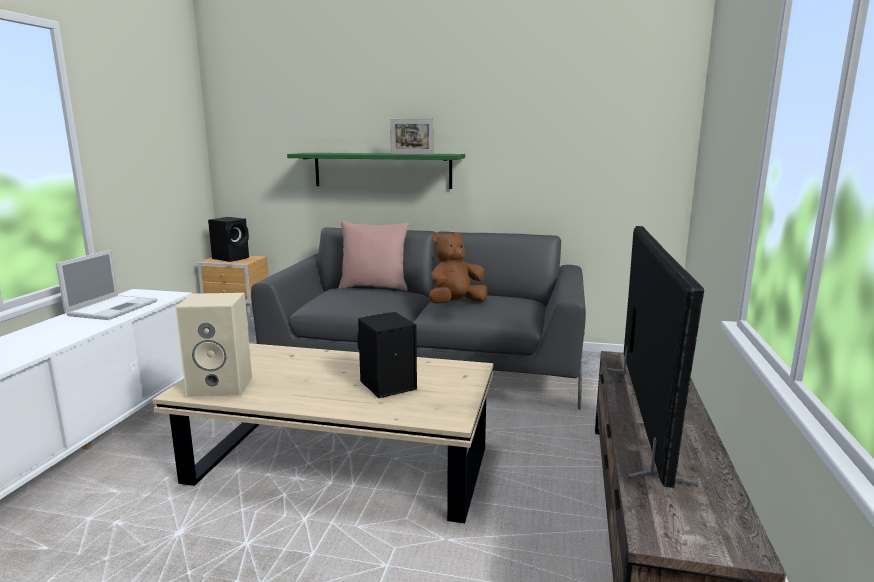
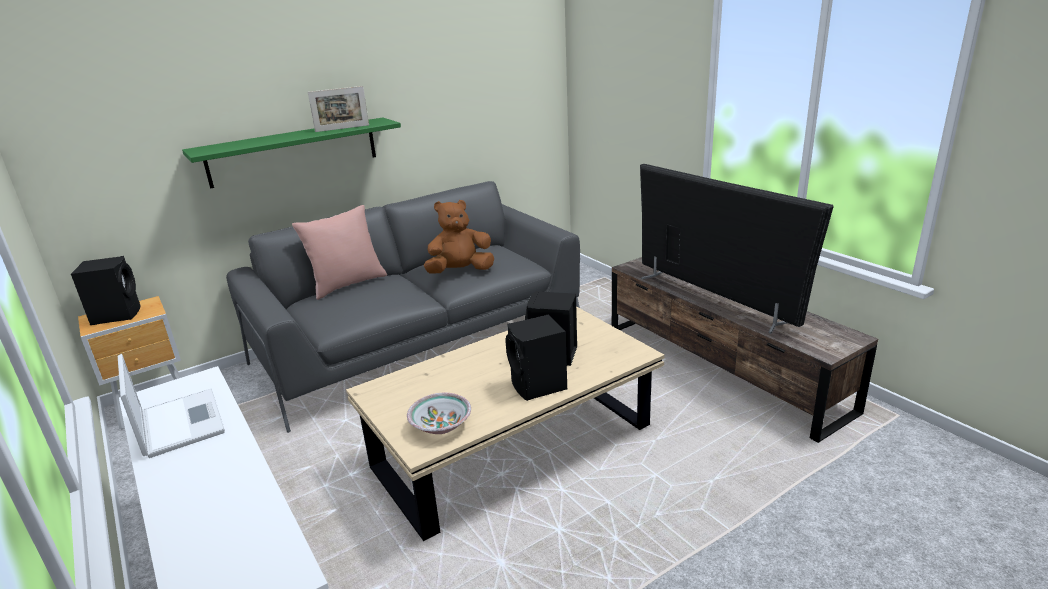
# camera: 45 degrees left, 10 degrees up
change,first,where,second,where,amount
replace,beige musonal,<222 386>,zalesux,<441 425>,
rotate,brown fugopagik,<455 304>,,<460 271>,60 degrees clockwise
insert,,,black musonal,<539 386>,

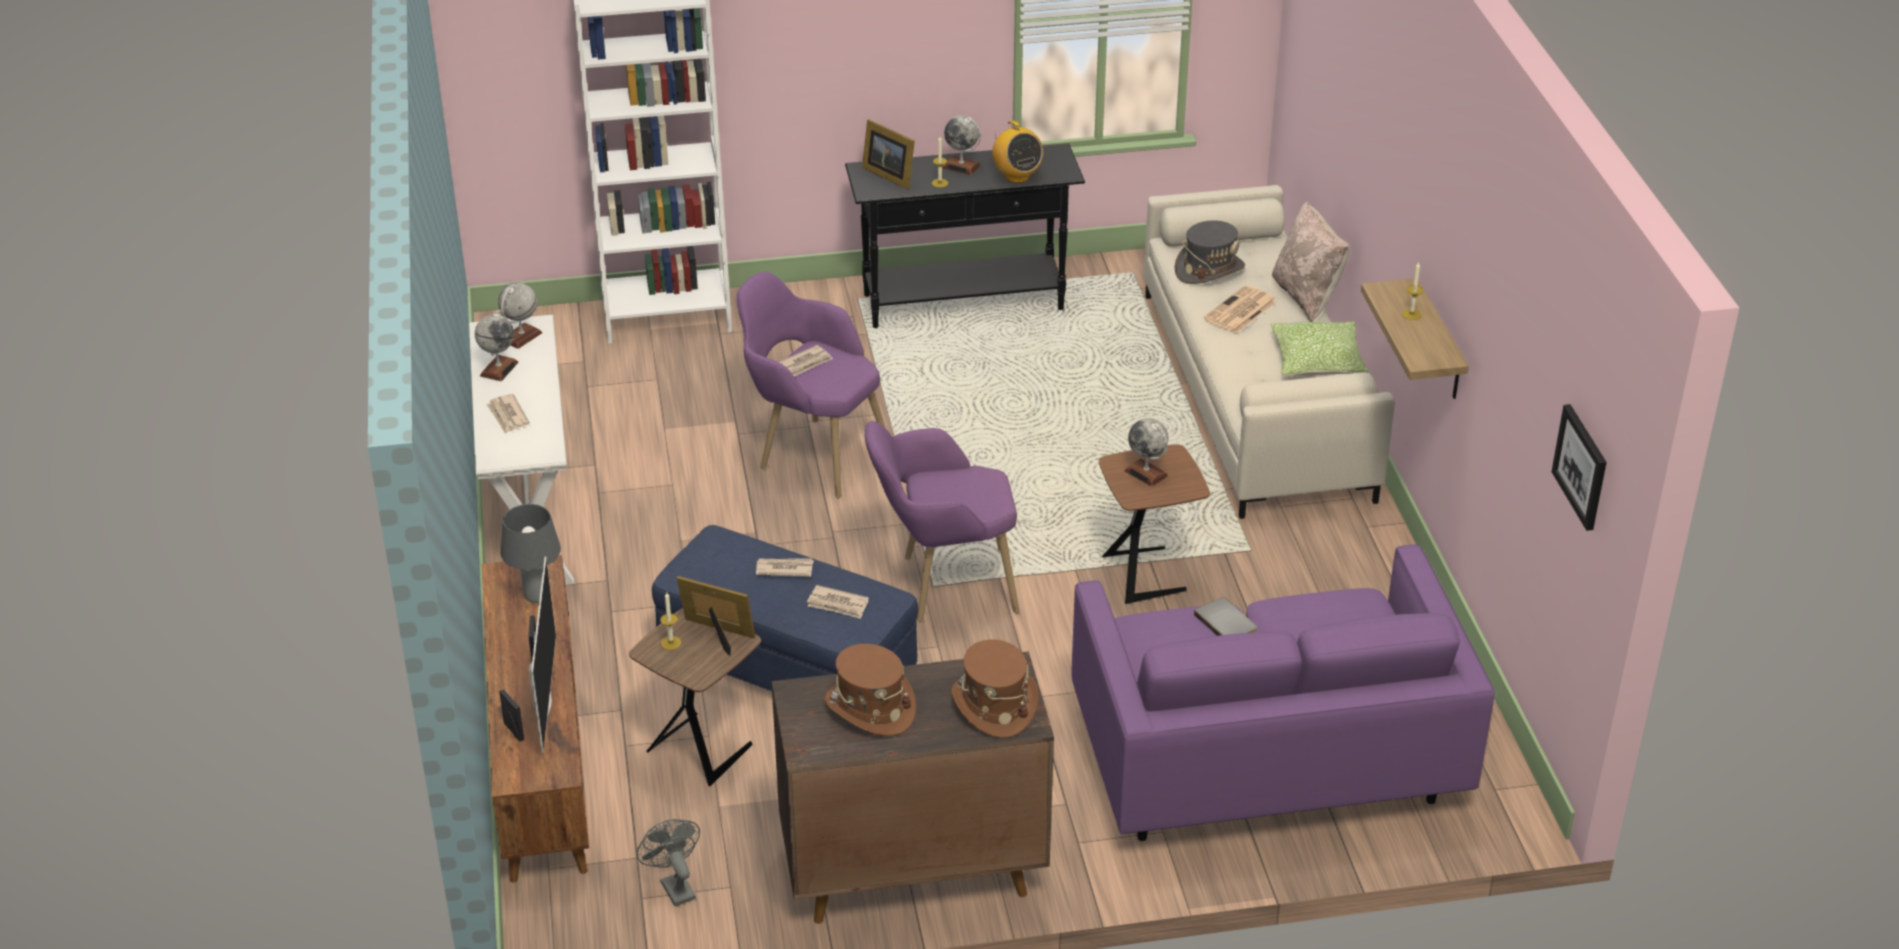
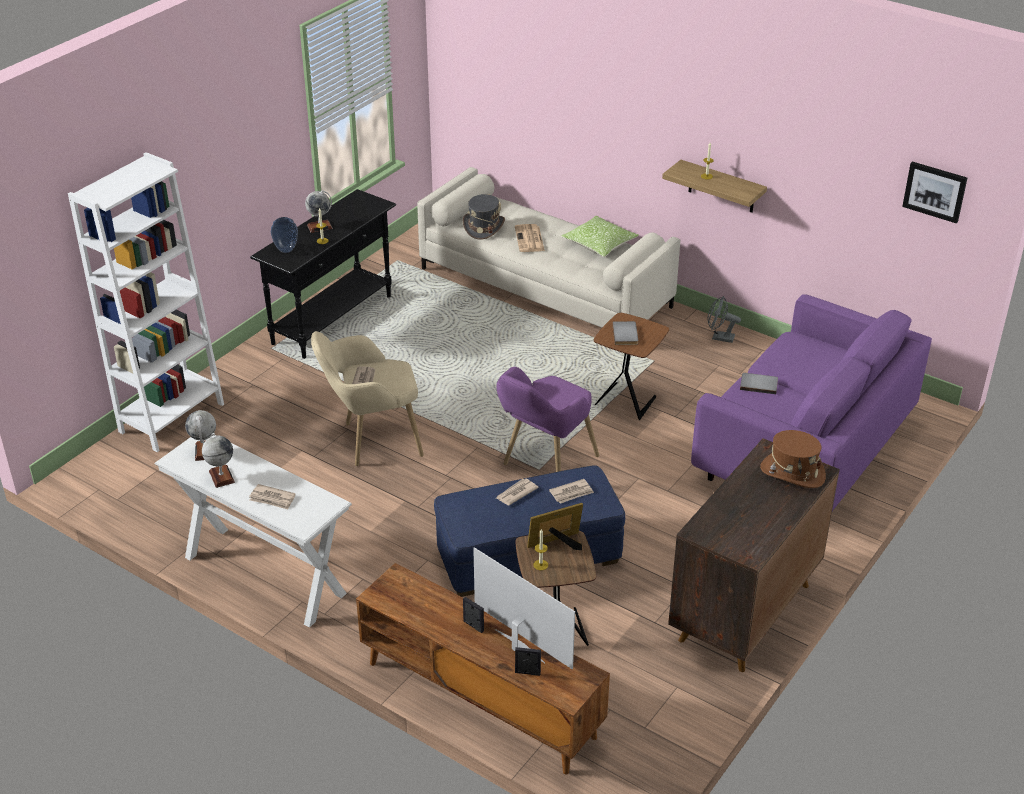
# camera: 45 degrees left, 0 degrees up
change,first,where,second,where,amount
replace,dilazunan,<889 174>,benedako,<286 250>,
recolor,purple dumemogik,<812 453>,beige dumemogik,<371 442>,
replace,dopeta,<1146 473>,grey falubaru,<626 334>,
move,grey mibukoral,<674 886>,,<719 337>,
delete,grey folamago,<536 596>,,,
delete,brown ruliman,<870 708>,,,
delete,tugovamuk,<1016 176>,,,
delete,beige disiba,<1307 296>,,,

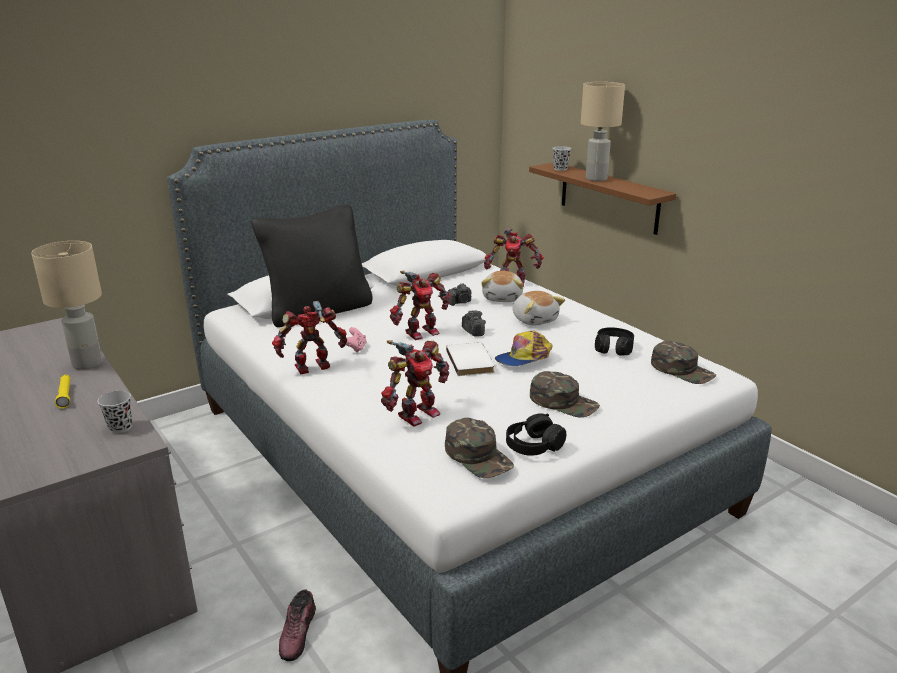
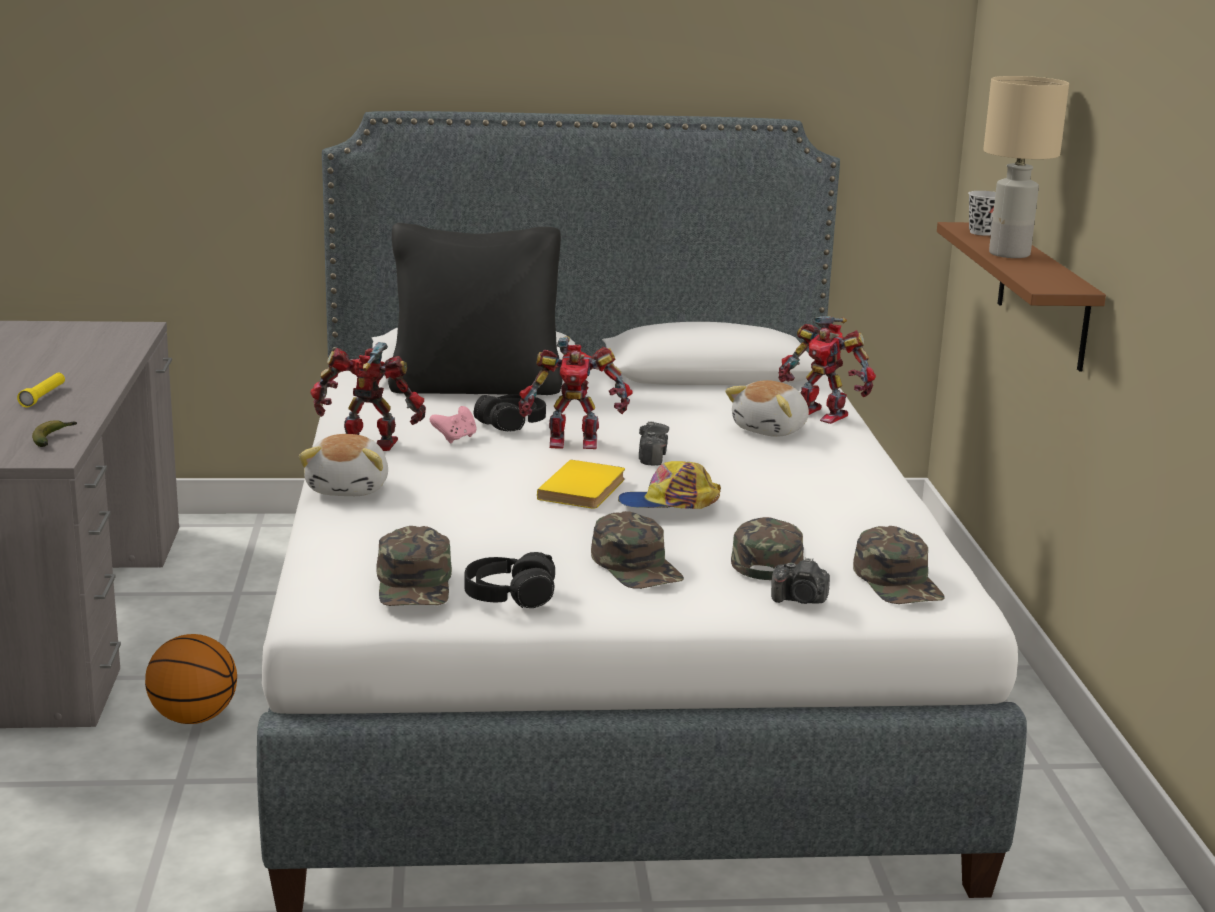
# camera: 30 degrees right, 5 degrees down
change,first,where,second,where,amount
replace,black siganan,<120 427>,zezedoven,<53 438>,
insert,,,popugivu,<194 718>,
move,fugopagik,<535 320>,,<349 488>,
move,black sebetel,<613 348>,,<511 424>,
recolor,white falubaru,<472 361>,yellow falubaru,<585 489>,
insert,,,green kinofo,<767 558>,
move,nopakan,<460 302>,,<800 600>,
delete,beige folamago,<88 363>,,,
delete,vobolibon,<298 633>,,,
delete,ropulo,<416 414>,,,

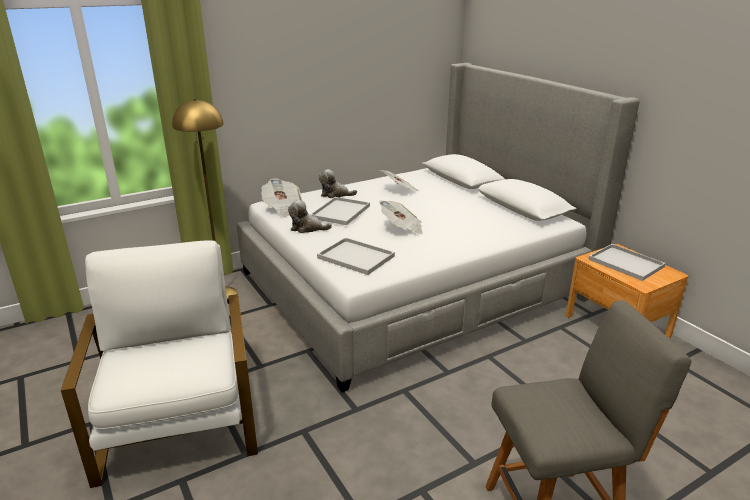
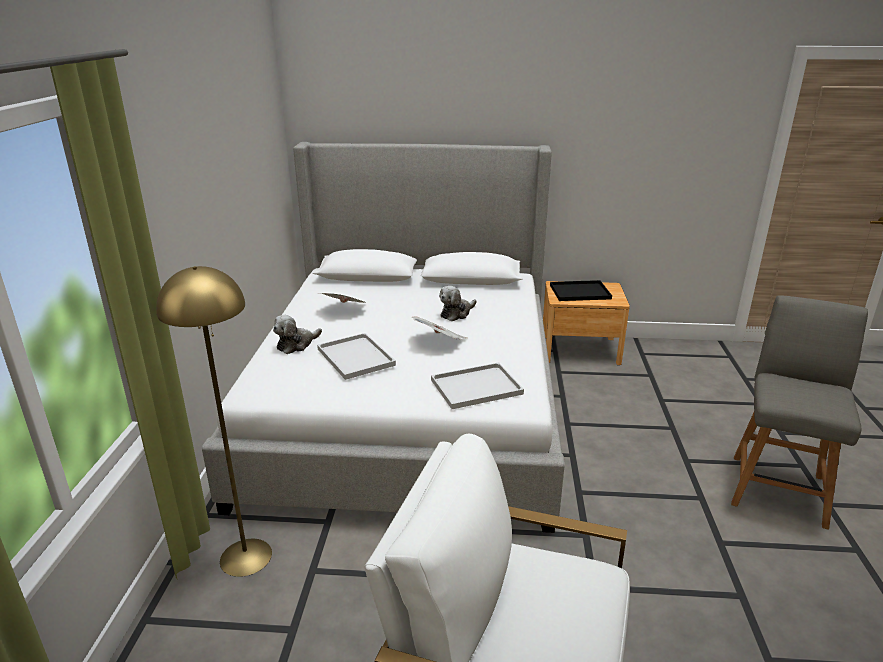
# camera: 55 degrees left, 0 degrees up
change,first,where,second,where,amount
move,fugopagik,<307 228>,,<456 313>,
recolor,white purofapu,<624 263>,black purofapu,<579 292>,
delete,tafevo,<283 208>,,,

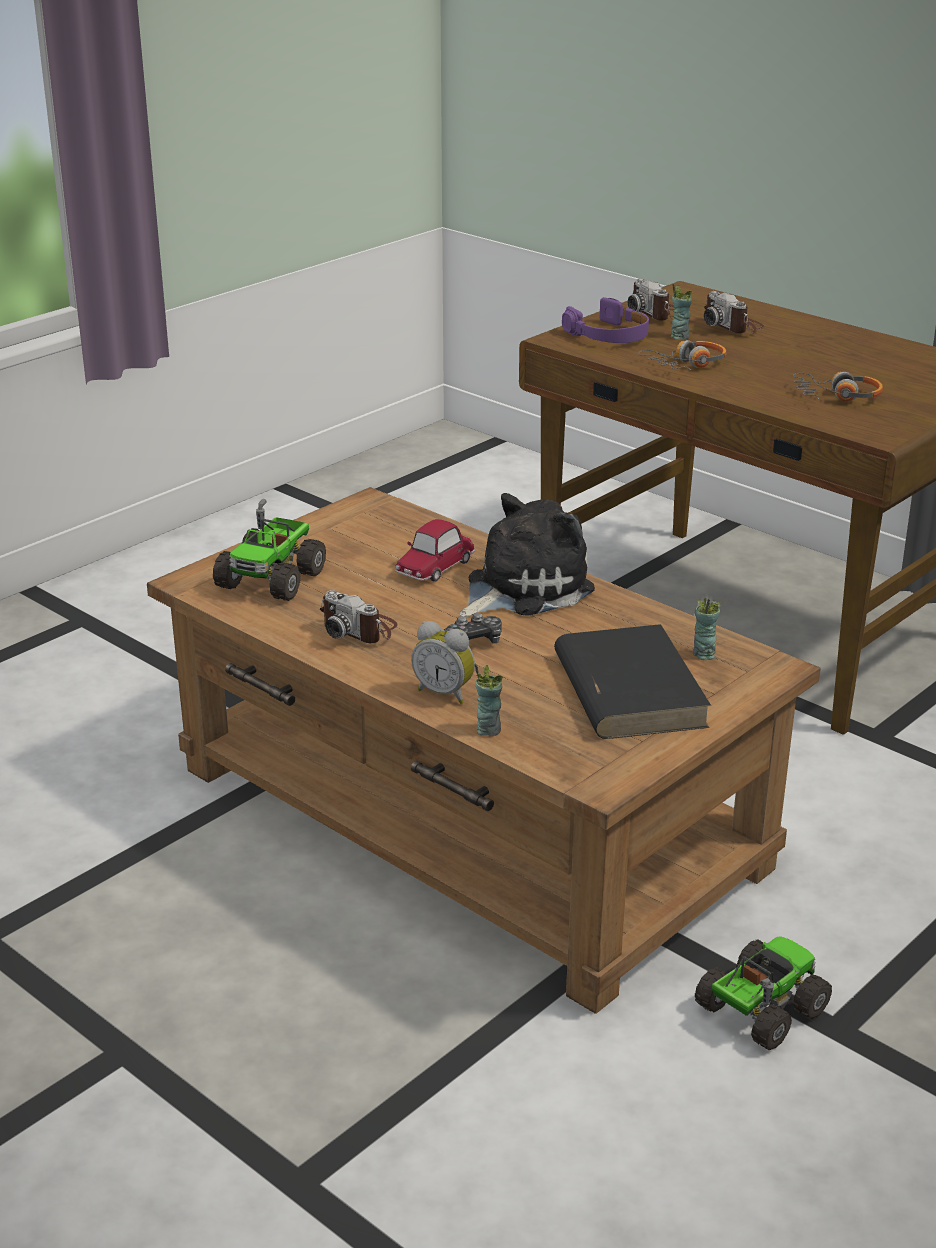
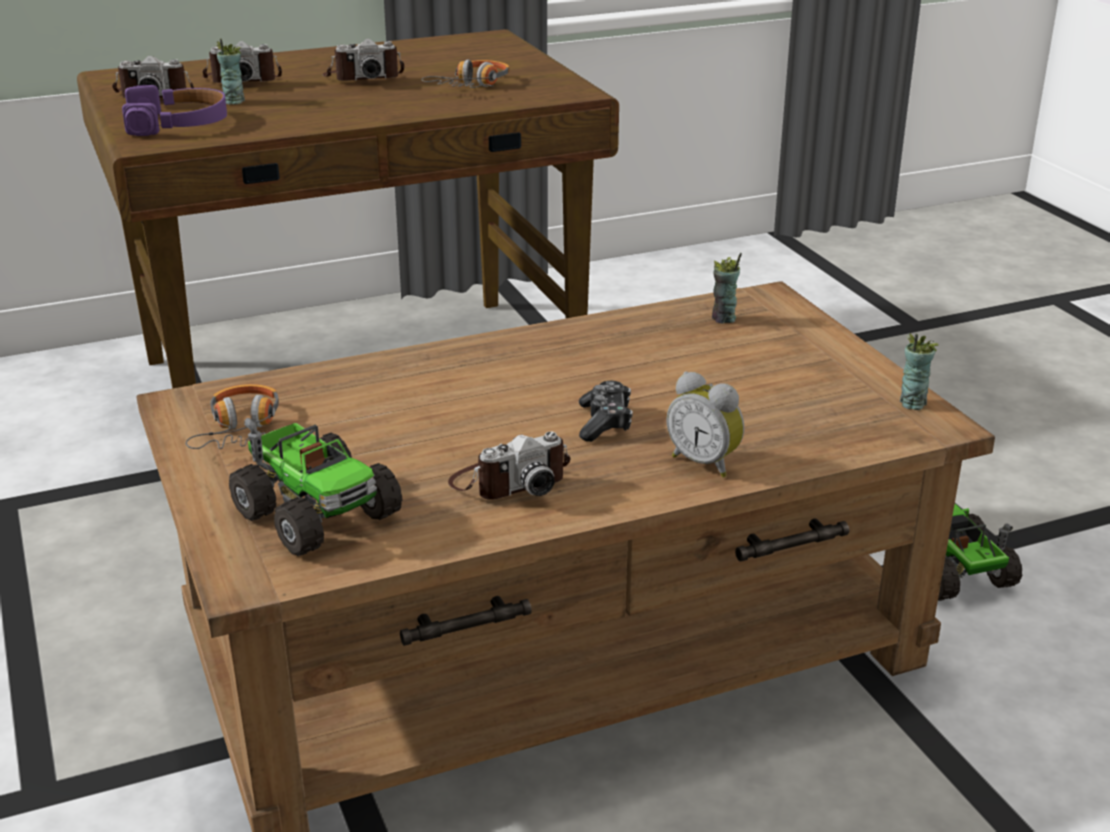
# camera: 65 degrees left, 0 degrees up
change,first,where,second,where,amount
move,sebetel,<686 365>,,<243 430>,
insert,,,nopakan,<363 77>,
rotate,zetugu,<445 693>,,<705 462>,75 degrees clockwise
move,siganan,<488 729>,,<912 403>,
delete,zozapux,<434 566>,,,
delete,fugopagik,<522 588>,,,
delete,black falubaru,<628 690>,,,

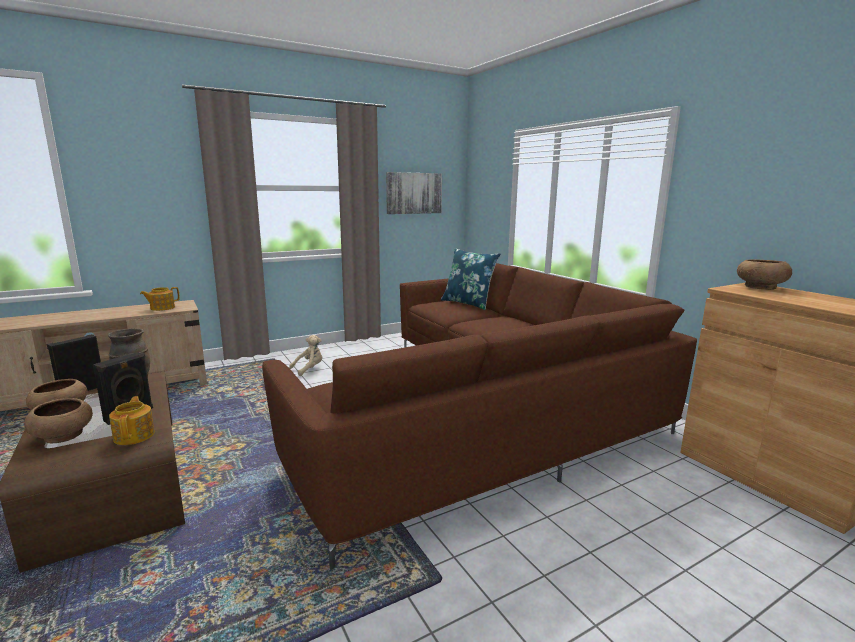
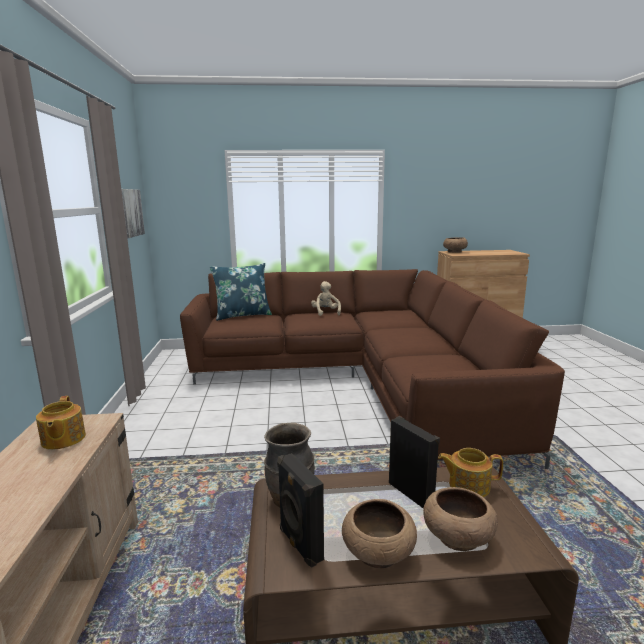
# camera: 65 degrees left, 0 degrees up
change,first,where,second,where,amount
move,beige fugopagik,<309 369>,,<325 312>,

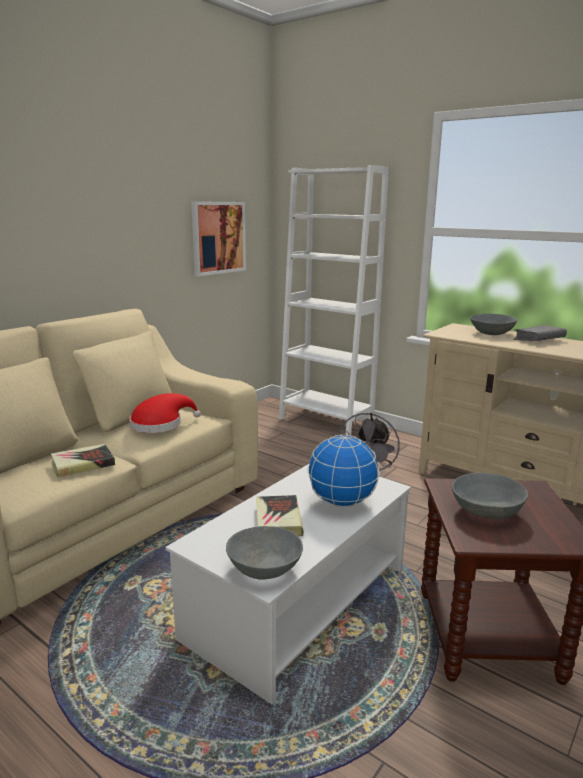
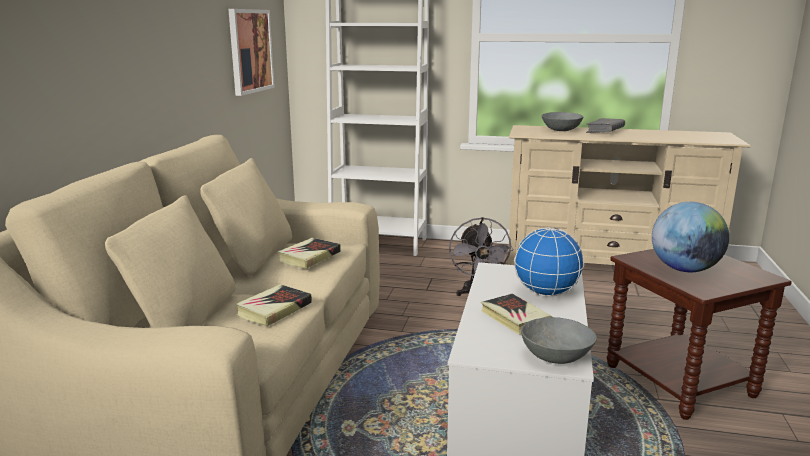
# camera: 25 degrees left, 0 degrees up
change,first,where,second,where,amount
replace,red ruliman,<160 424>,falubaru,<309 257>,
replace,grey zalesux,<486 511>,dopeta,<684 269>,

